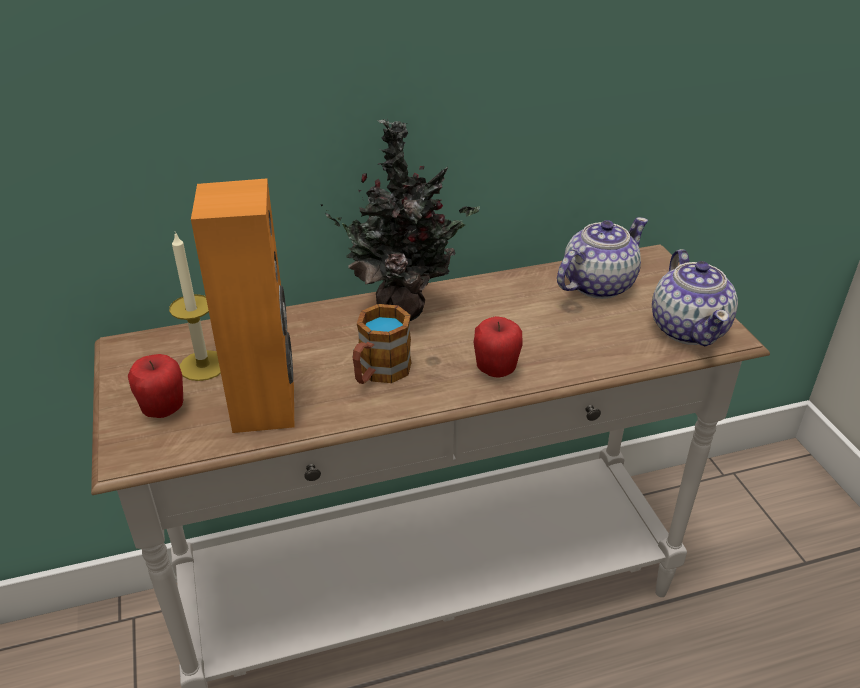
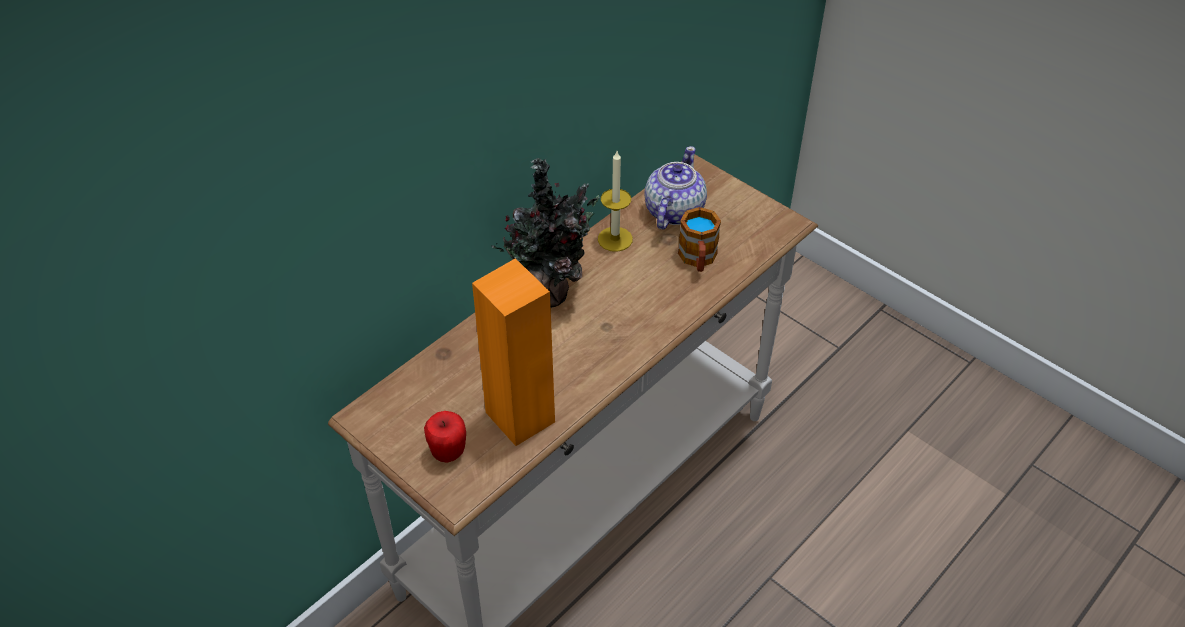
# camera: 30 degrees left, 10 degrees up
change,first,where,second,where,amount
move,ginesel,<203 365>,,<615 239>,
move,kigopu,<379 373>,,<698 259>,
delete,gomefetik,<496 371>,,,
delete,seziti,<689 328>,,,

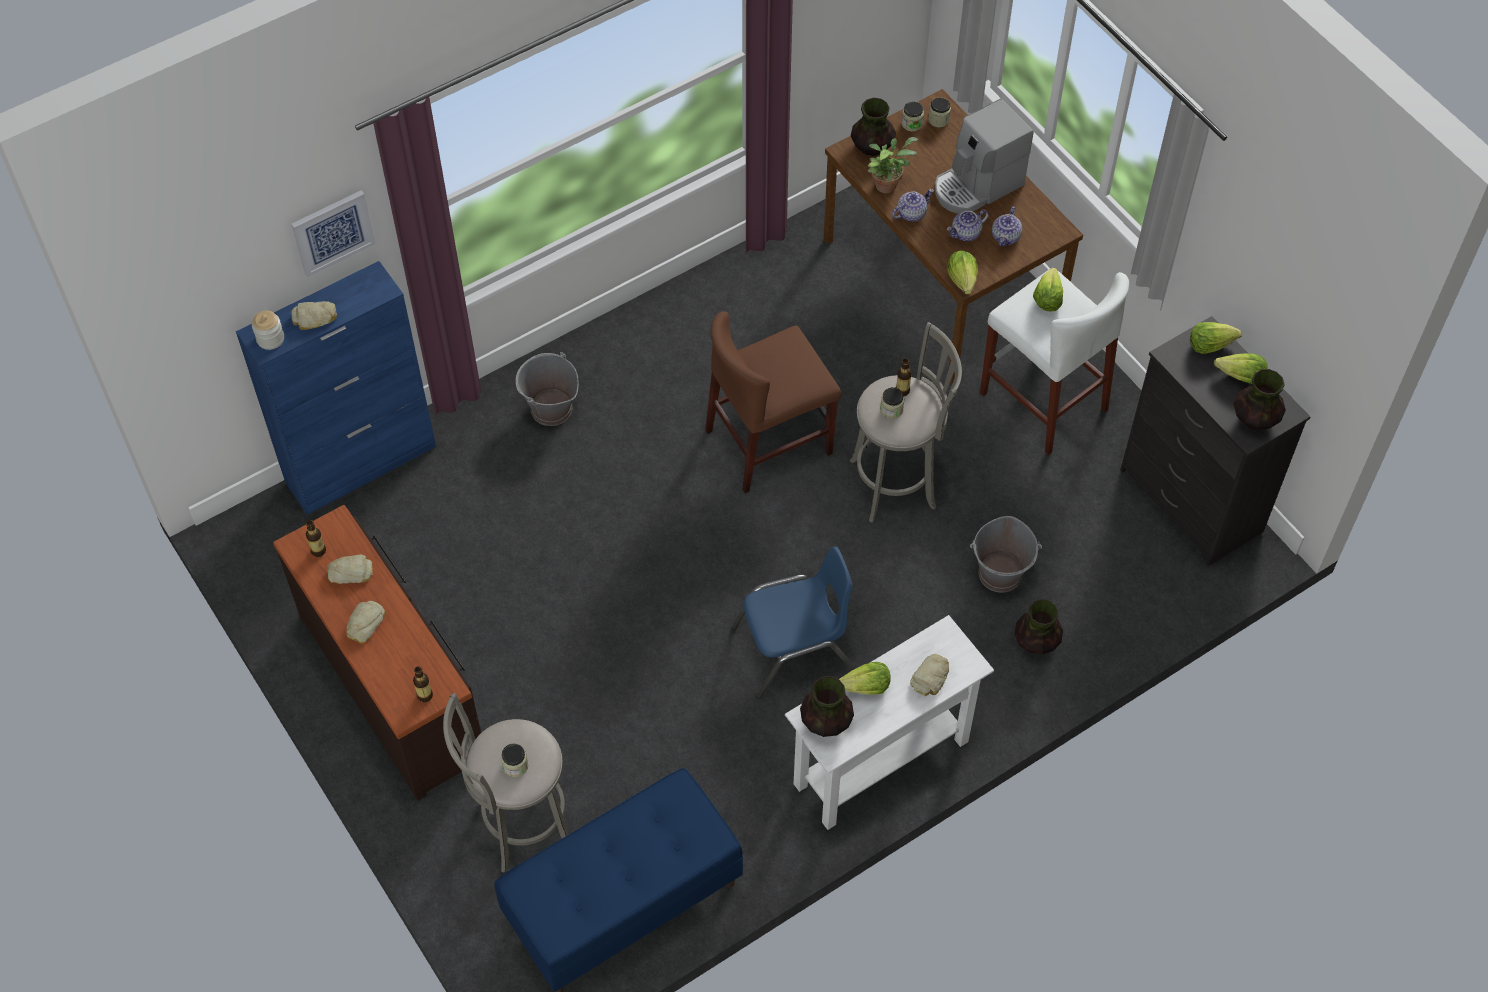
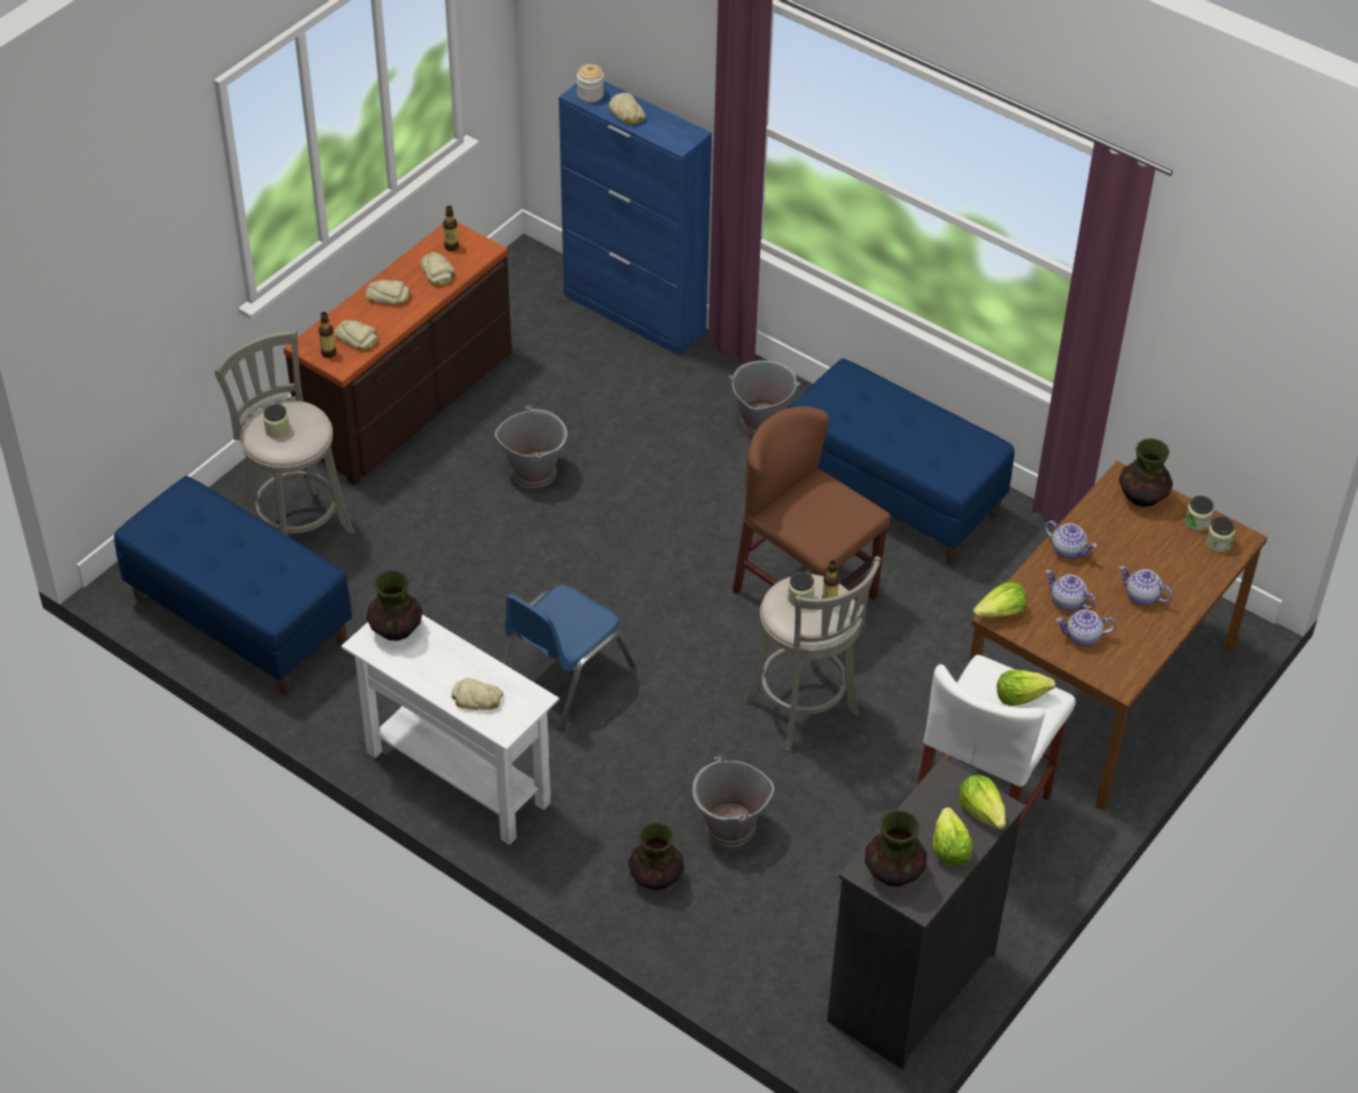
# camera: 70 degrees right, 10 degrees down
change,first,where,second,where,amount
insert,,,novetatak,<357 338>,
insert,,,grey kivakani,<534 471>,
rotate,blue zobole,<794 649>,,<563 676>,75 degrees clockwise
insert,,,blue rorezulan,<893 495>,
replace,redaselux,<977 186>,seziti,<1141 596>,
delete,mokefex,<332 232>,,,
delete,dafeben,<865 687>,,,
delete,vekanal,<887 183>,,,

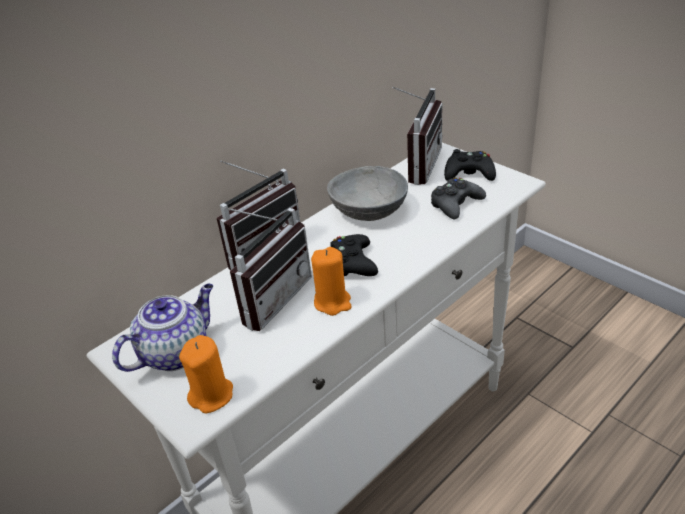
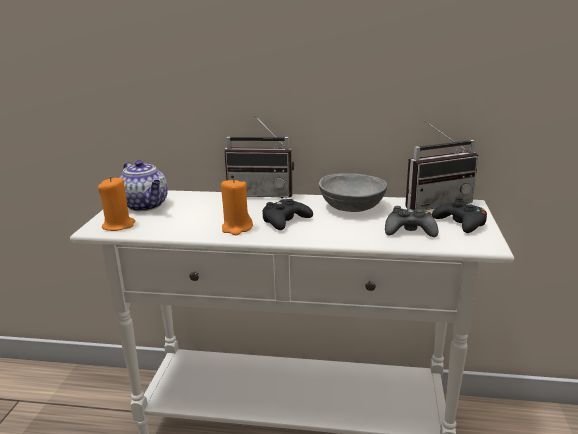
# camera: 50 degrees right, 15 degrees down
change,first,where,second,where,amount
rotate,seziti,<176 352>,,<146 205>,45 degrees clockwise
delete,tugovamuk,<270 297>,,,

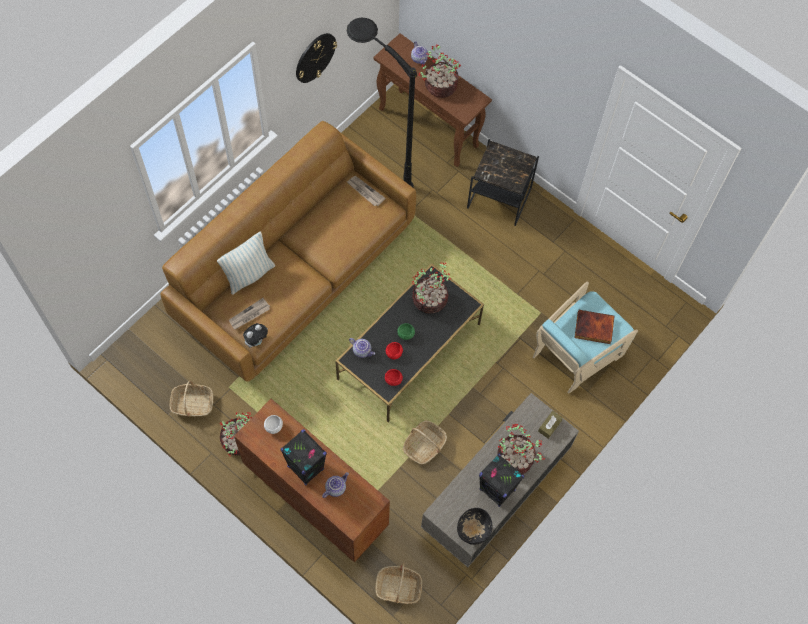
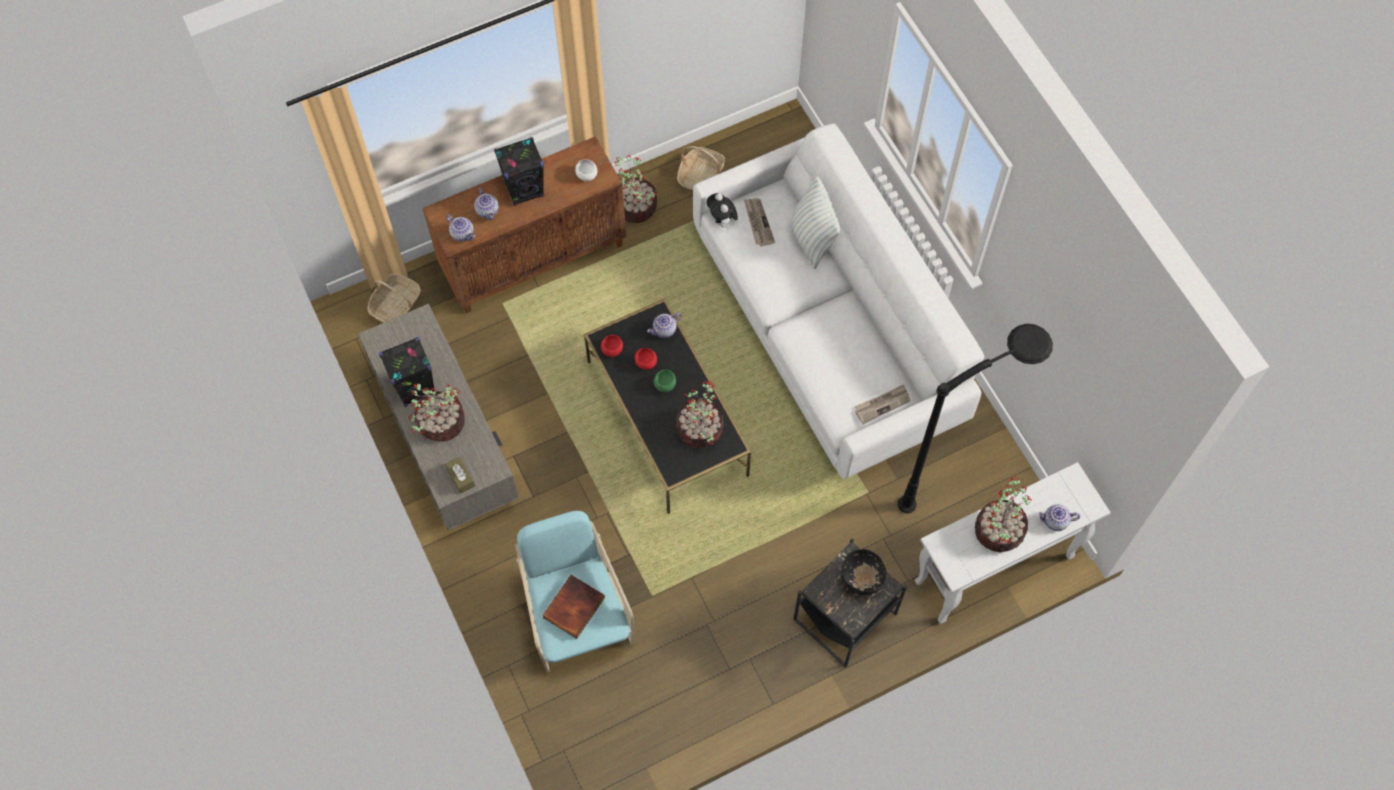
# camera: 115 degrees right, 0 degrees up
change,first,where,second,where,amount
insert,,,seziti,<463 233>,
recolor,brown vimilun,<294 272>,white vimilun,<828 328>,
move,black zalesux,<473 532>,,<861 581>,
recolor,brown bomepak,<429 128>,white bomepak,<993 570>,
delete,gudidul,<315 57>,,,
delete,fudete,<424 445>,,,

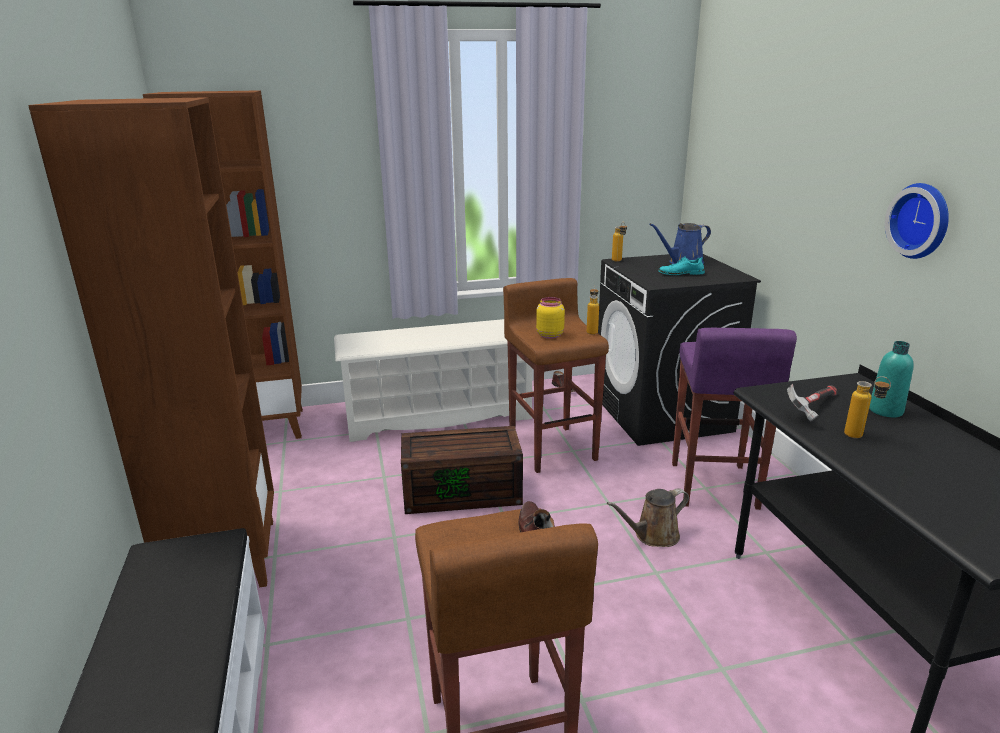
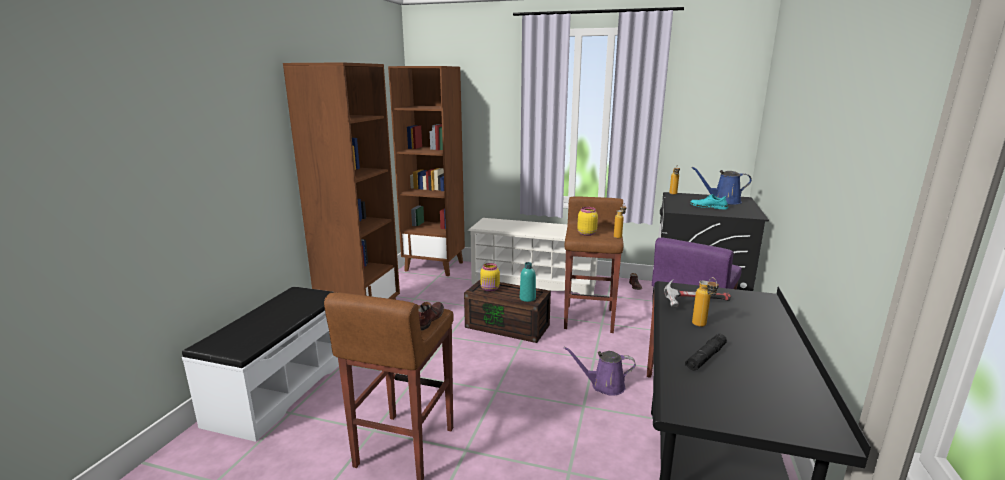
# camera: 30 degrees right, 5 degrees down
change,first,where,second,where,amount
insert,,,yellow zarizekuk,<490 289>,
move,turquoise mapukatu,<885 411>,,<527 298>,
recolor,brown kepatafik,<653 536>,purple kepatafik,<604 386>,
insert,,,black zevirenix,<705 357>,
delete,gudidul,<922 220>,,,

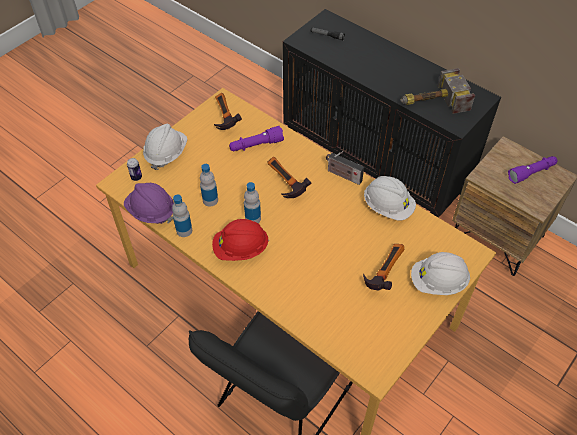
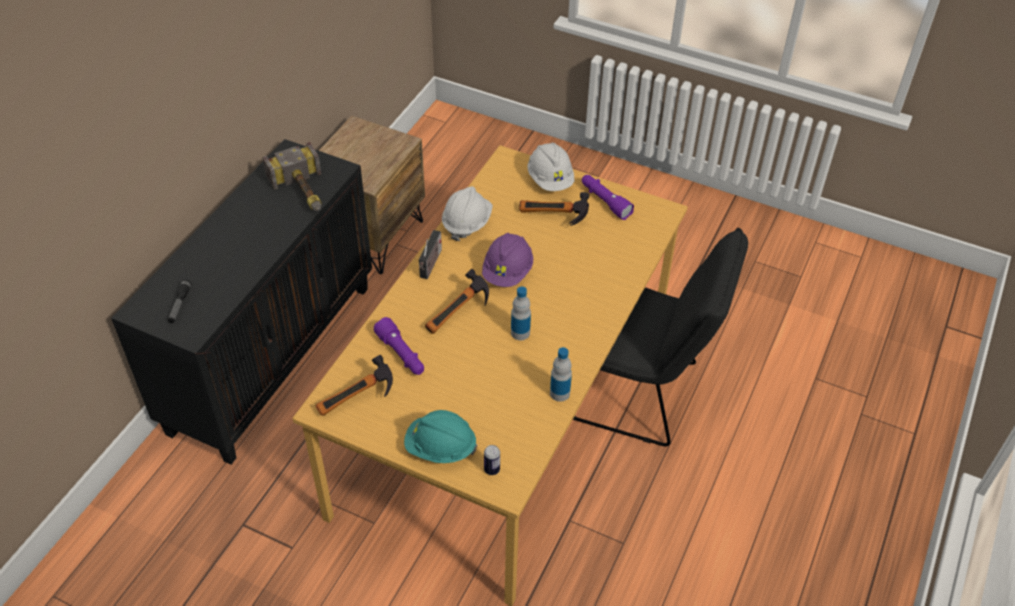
# camera: 105 degrees left, 5 degrees down
change,first,where,second,where,amount
recolor,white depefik,<166 154>,turquoise depefik,<440 448>,
move,purple depefik,<151 211>,,<507 272>,
move,purple zevirenix,<531 173>,,<605 201>,
delete,mapukatu,<210 200>,,,
delete,red depefik,<241 249>,,,

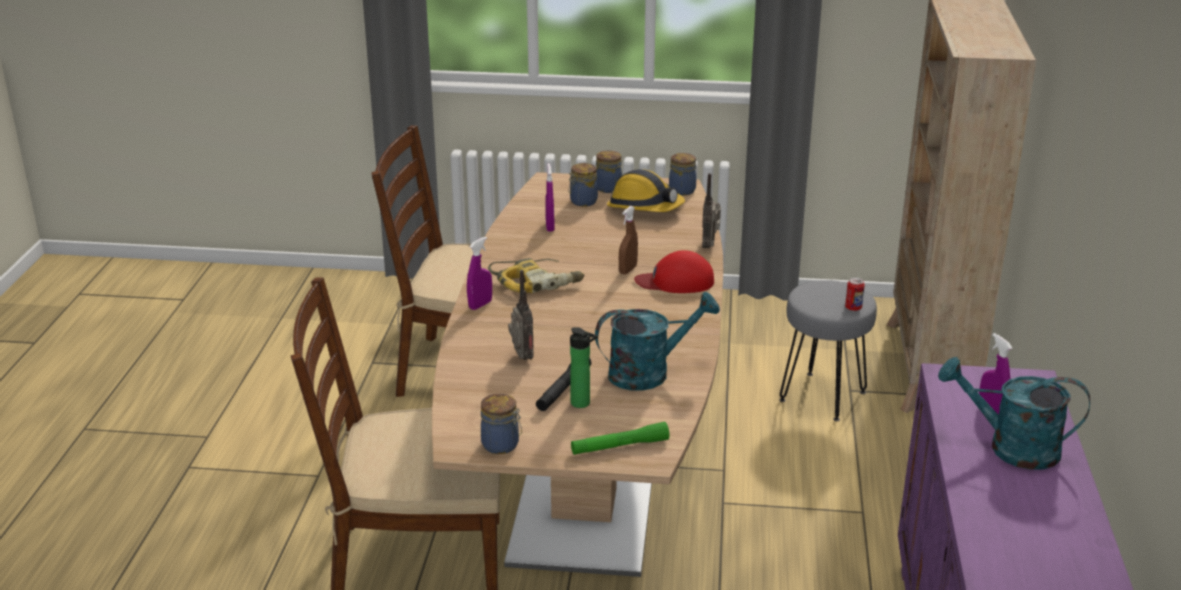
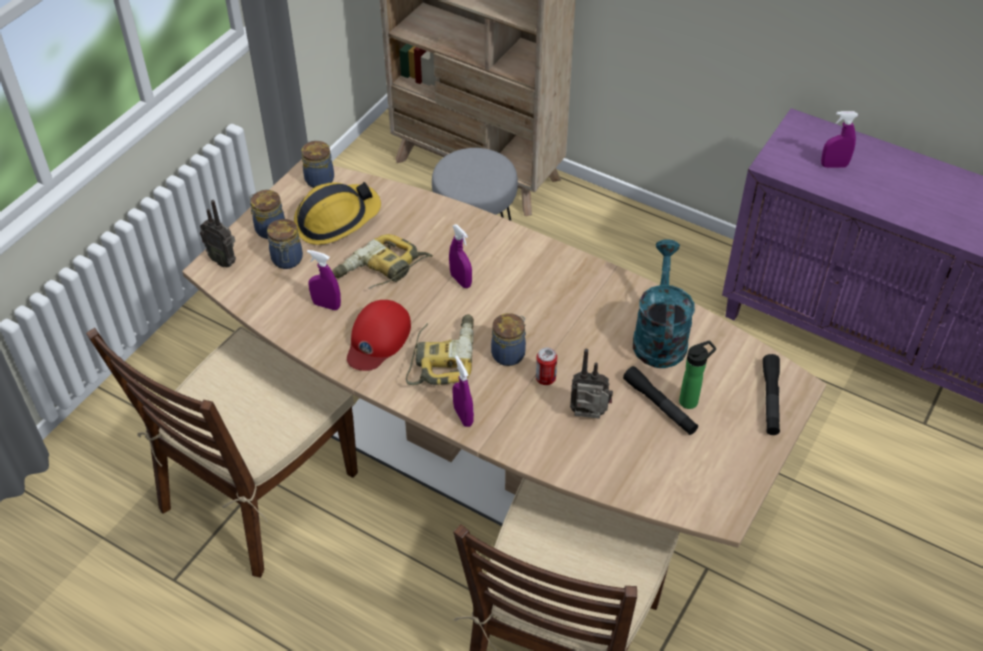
# camera: 65 degrees left, 20 degrees up
change,first,where,second,where,amount
move,tugovamuk,<710 246>,,<224 260>,
insert,,,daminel,<381 271>,
move,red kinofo,<675 281>,,<377 339>,
recolor,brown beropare,<628 270>,purple beropare,<461 280>,
move,zarizekuk,<502 445>,,<509 354>,
move,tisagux,<853 308>,,<545 378>,
recolor,green zevirenix,<619 446>,black zevirenix,<770 399>,
delete,turquoise kepatafik,<1011 448>,,,

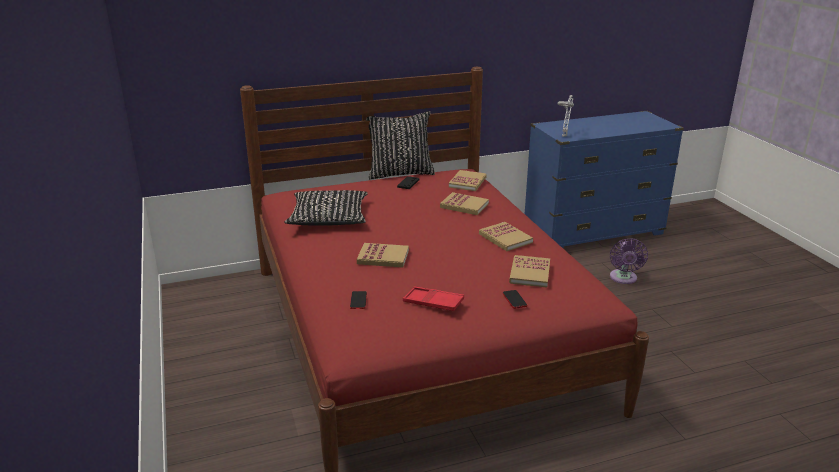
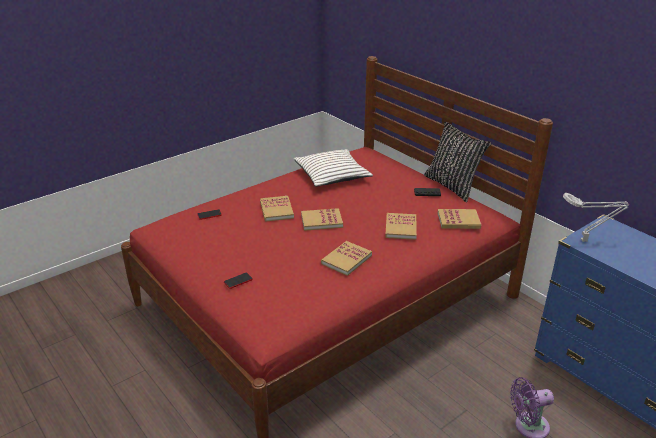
# camera: 70 degrees right, 5 degrees up
change,first,where,second,where,amount
recolor,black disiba,<328 217>,white disiba,<332 175>,
move,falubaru,<530 273>,,<321 221>,
delete,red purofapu,<433 302>,,,

